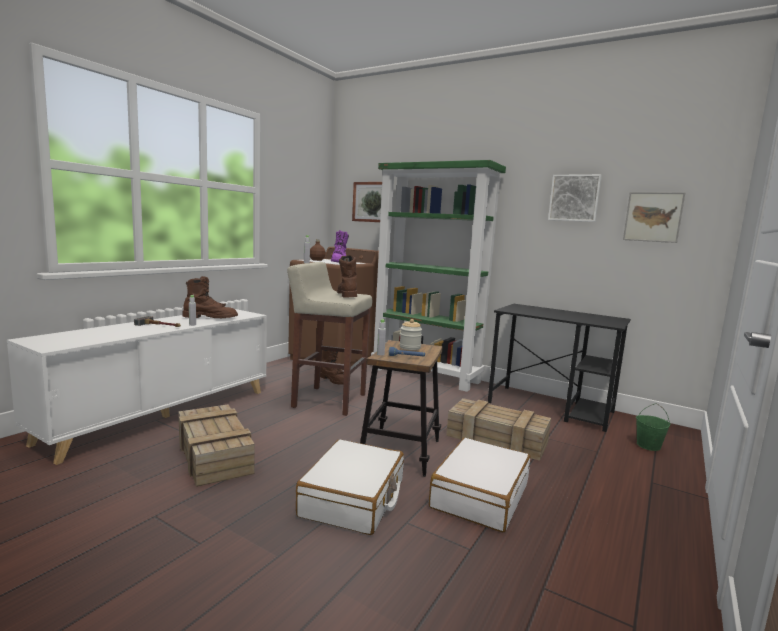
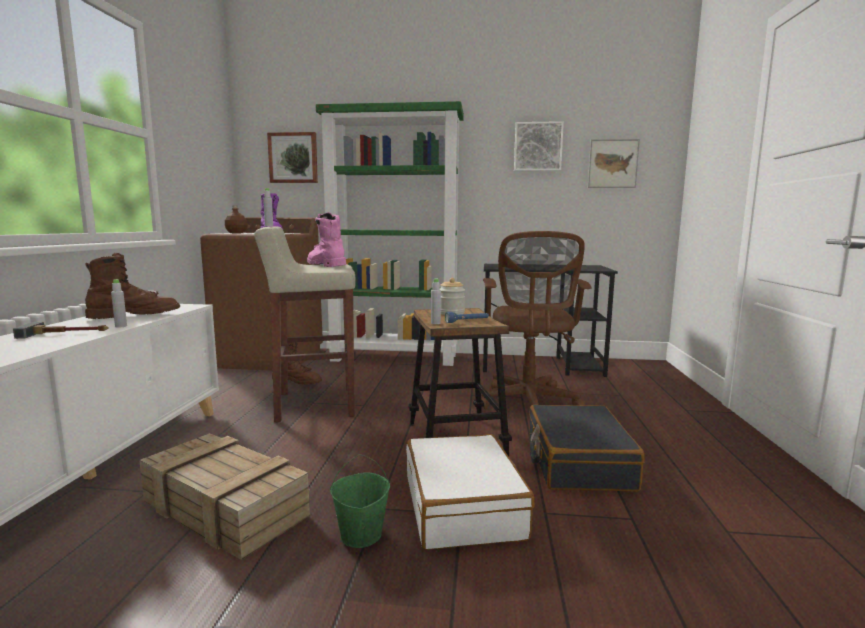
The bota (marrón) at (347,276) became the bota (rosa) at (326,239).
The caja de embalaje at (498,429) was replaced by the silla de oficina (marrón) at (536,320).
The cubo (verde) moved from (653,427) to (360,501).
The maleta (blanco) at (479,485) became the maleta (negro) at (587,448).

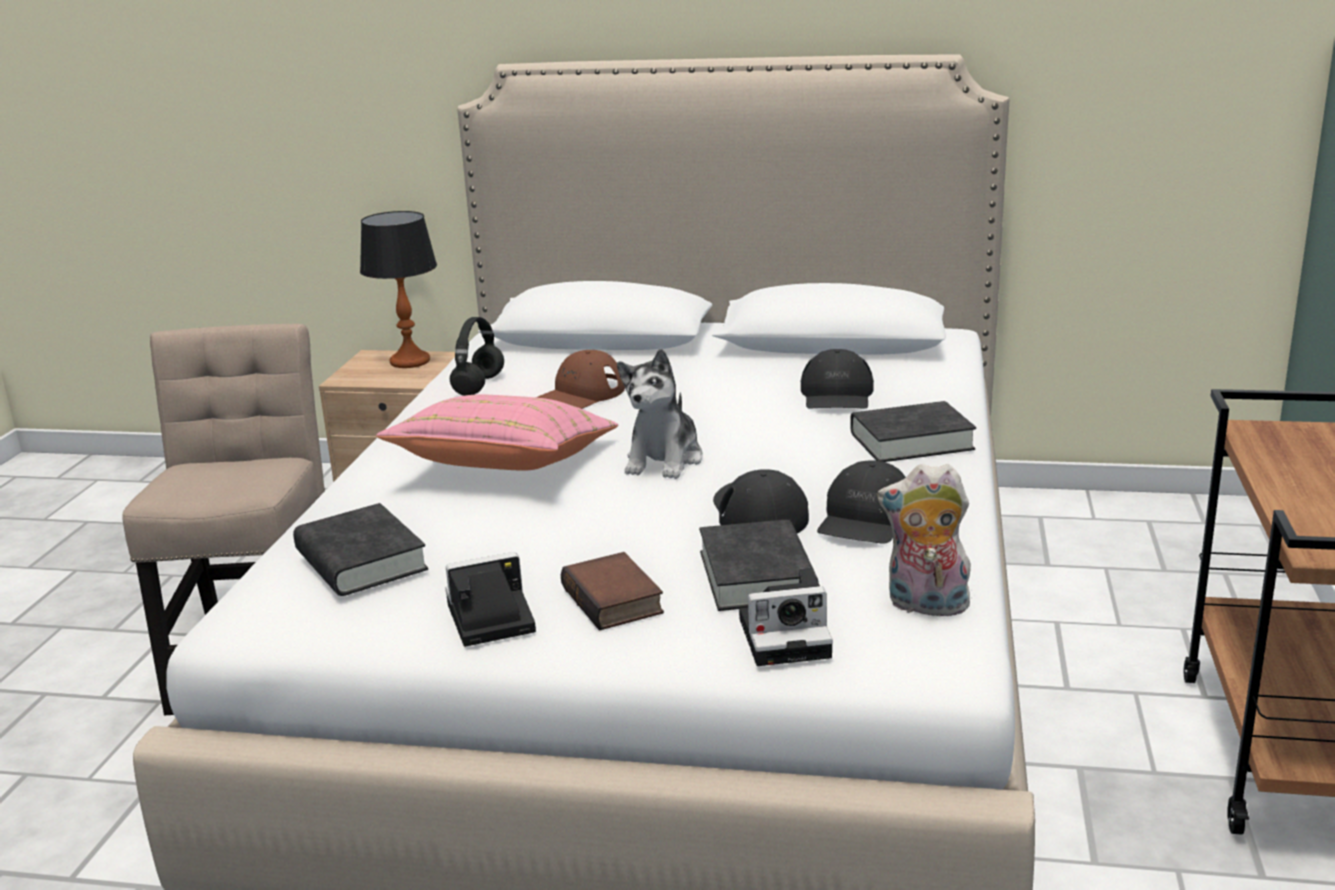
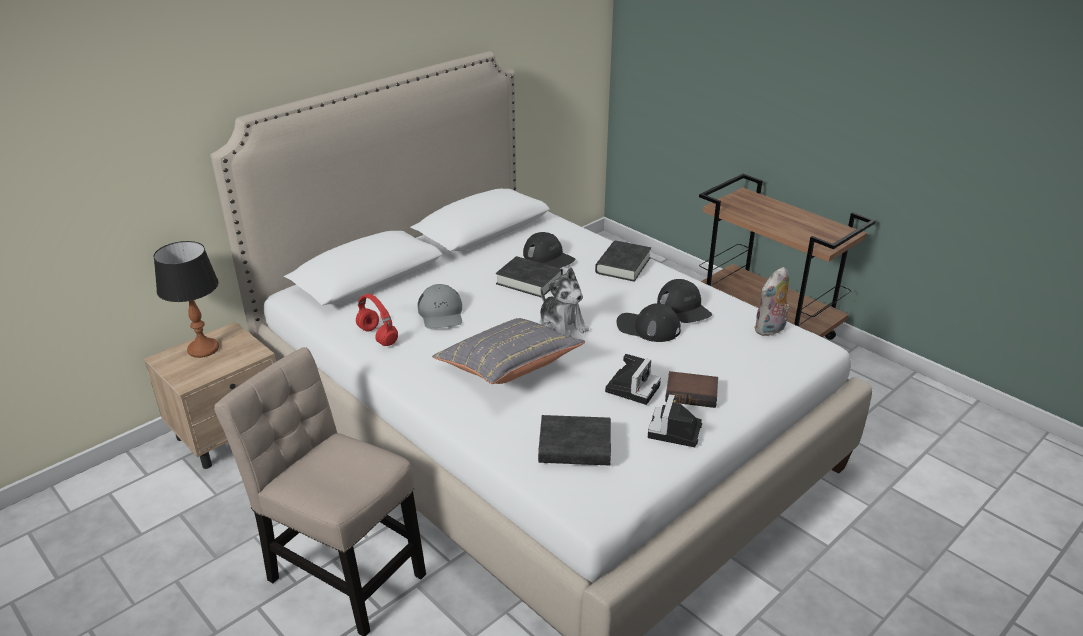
The auriculares (negro) at (477,356) became the auriculares (rojo) at (377,320).
The gorra (marrón) at (580,379) became the gorra (gris) at (440,306).
The cojín (rosa) at (497,432) became the cojín (gris) at (508,351).
The libro (negro) moved from (759,565) to (529,276).
The cámara moved from (786,617) to (633,379).

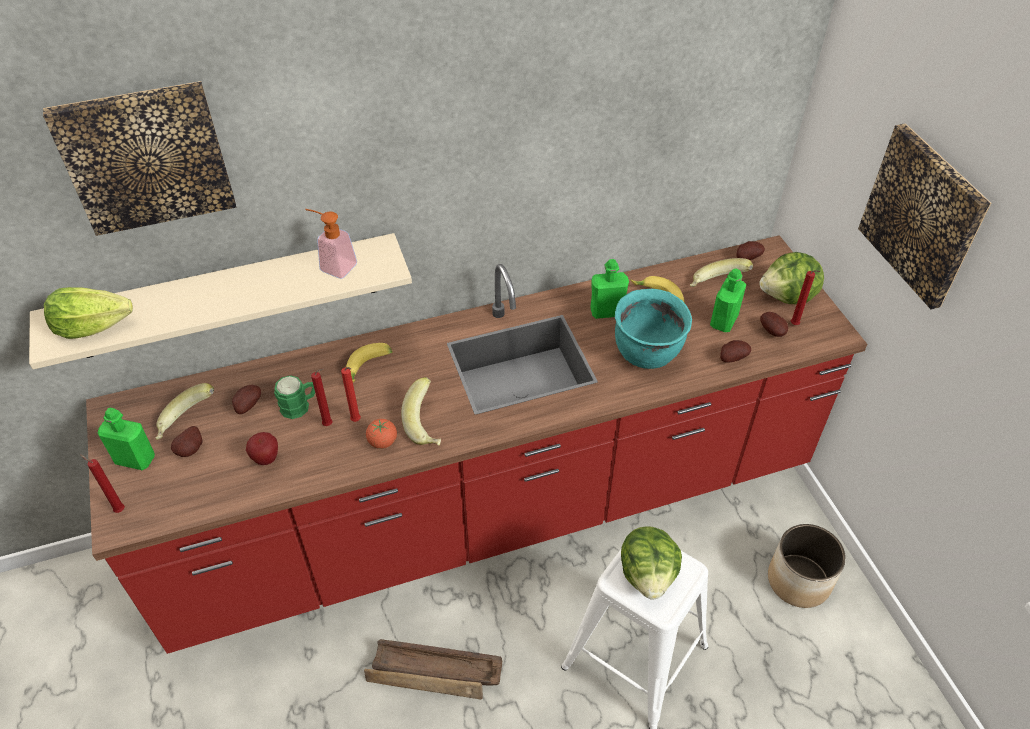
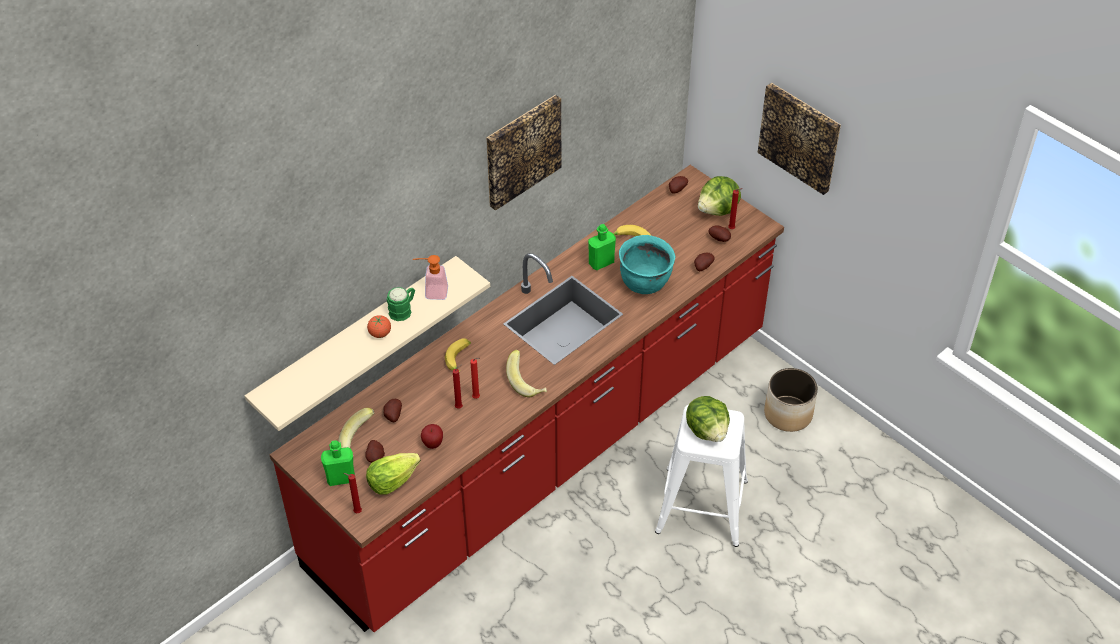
The cuadro moved from (139,158) to (523,153).
The plátano at (721,272) disappeared.
The botella (verde) at (728,300) disappeared.
The lechuga moved from (88,313) to (393,474).
The taza grande (verde) moved from (294,397) to (401,304).
The tomate moved from (381,434) to (379,326).
The caja de embalaje at (433,669) disappeared.

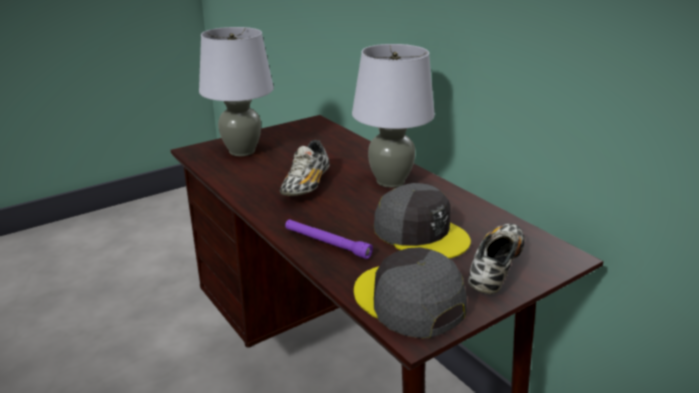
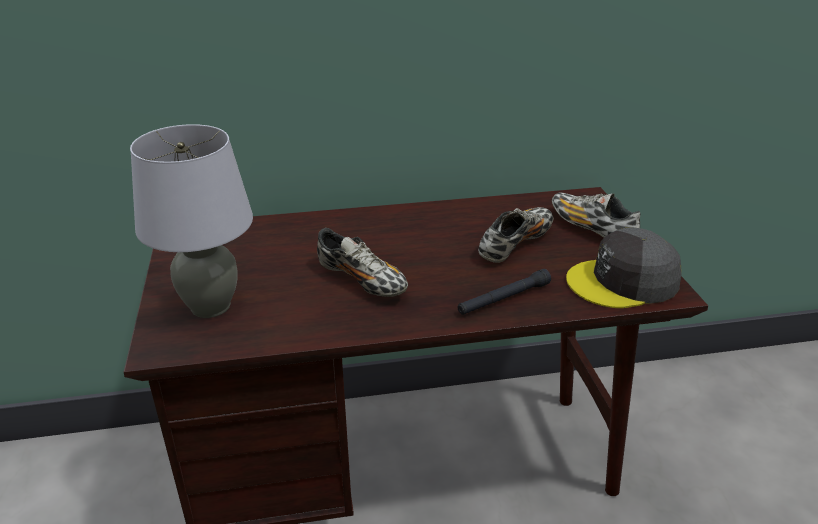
The lámpara de mesa (gris) at (393,116) disappeared.
The gorra (gris) at (422,221) was replaced by the zapato at (516,235).
The linterna (morado) at (329,239) became the linterna (negro) at (504,292).

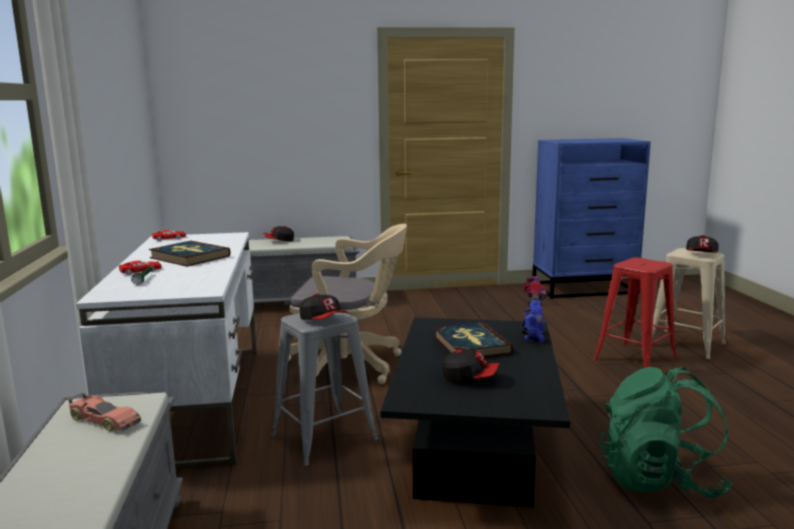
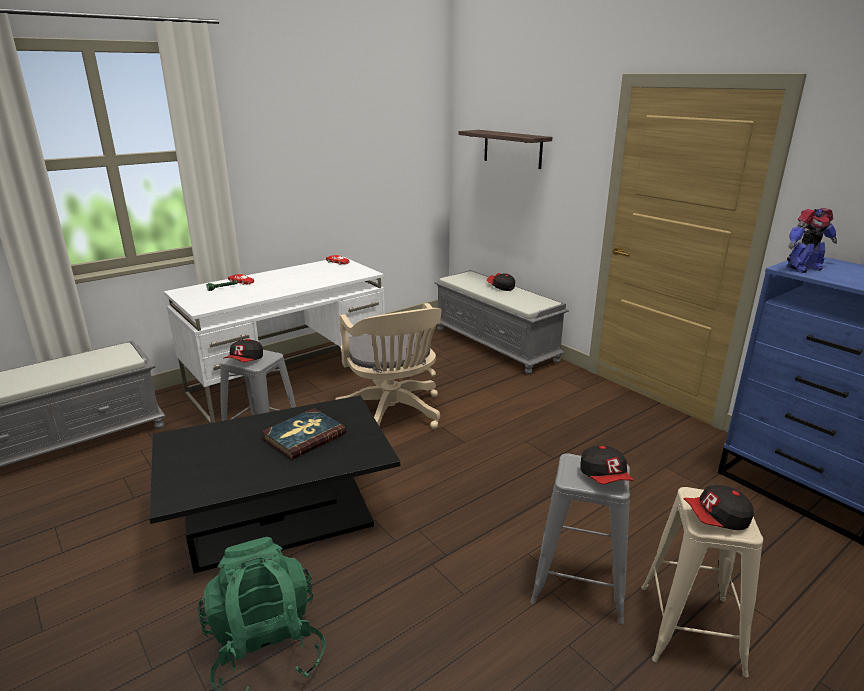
The libro at (190,254) disappeared.
The taburete (rojo) at (635,312) became the taburete (gris) at (580,538).
The robot de juguete moved from (534,309) to (811,240).
The gorra moved from (471,365) to (607,465).
The coche de juguete at (104,412) disappeared.
The estante at (505,149) appeared.

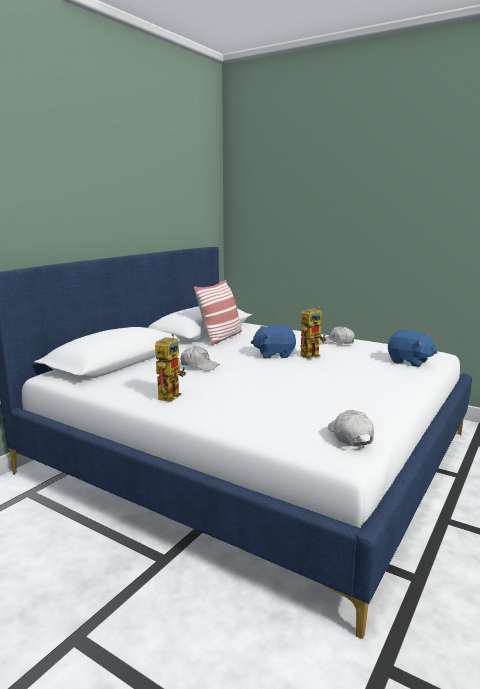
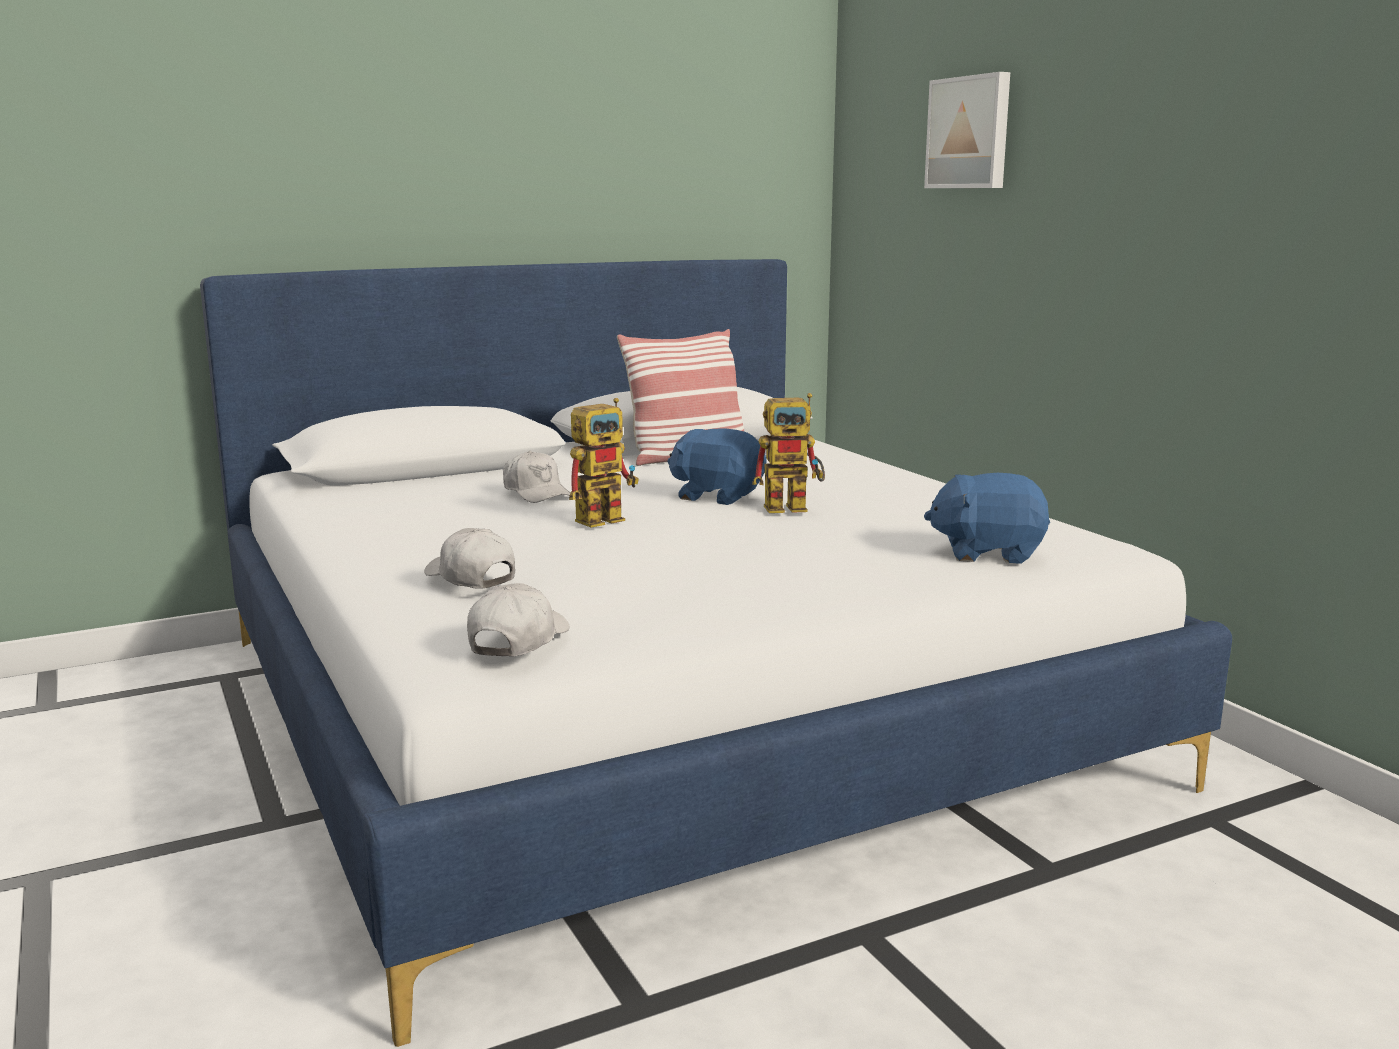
The gorra (blanco) moved from (337,335) to (469,558).
The peluche (azul) at (412,348) turned 120 degrees clockwise.
The robot de juguete moved from (170,368) to (604,463).
The cuadro at (967,130) appeared.

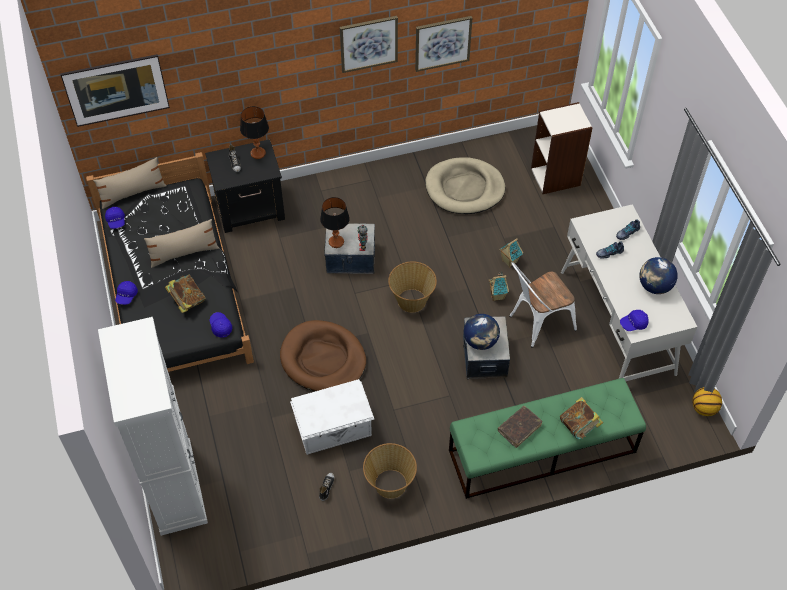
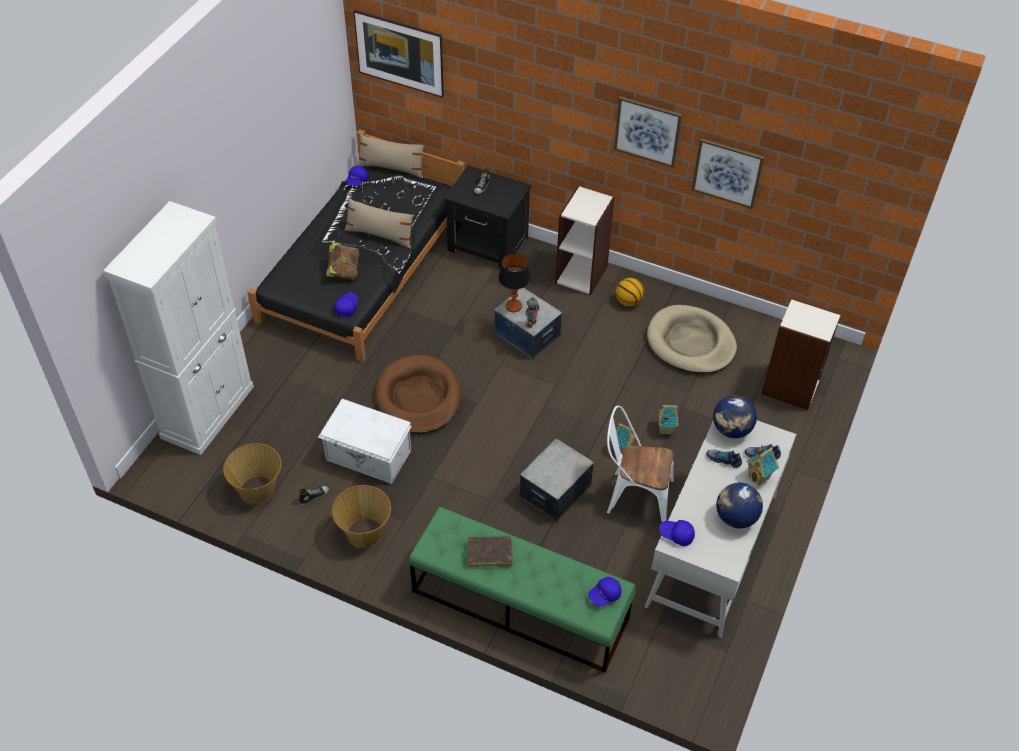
The lámpara de mesa at (254,132) disappeared.
The cesta moved from (412,287) to (252,473).
The gorra (azul) moved from (126,293) to (605,592).
The globo terráqueo moved from (482,332) to (735,416).
The balón de baloncesto moved from (707,401) to (630,292).
The libro at (581,418) disappeared.
The estantería at (585,240) appeared.
The casita at (763,465) appeared.

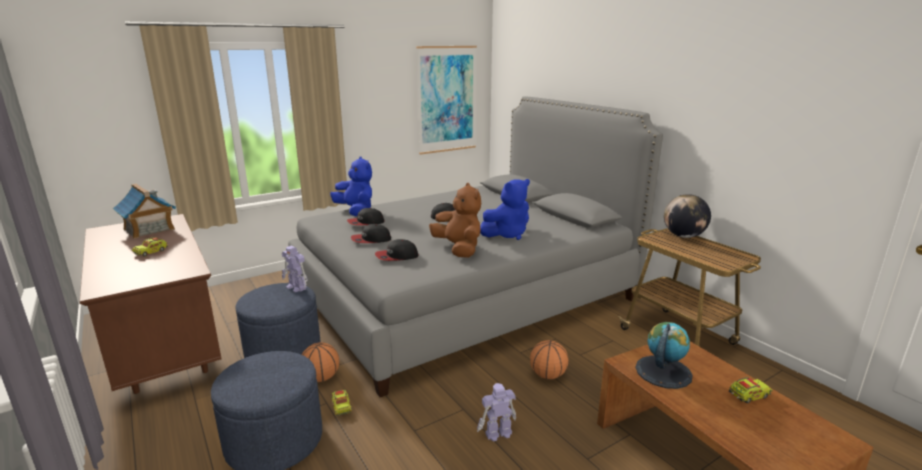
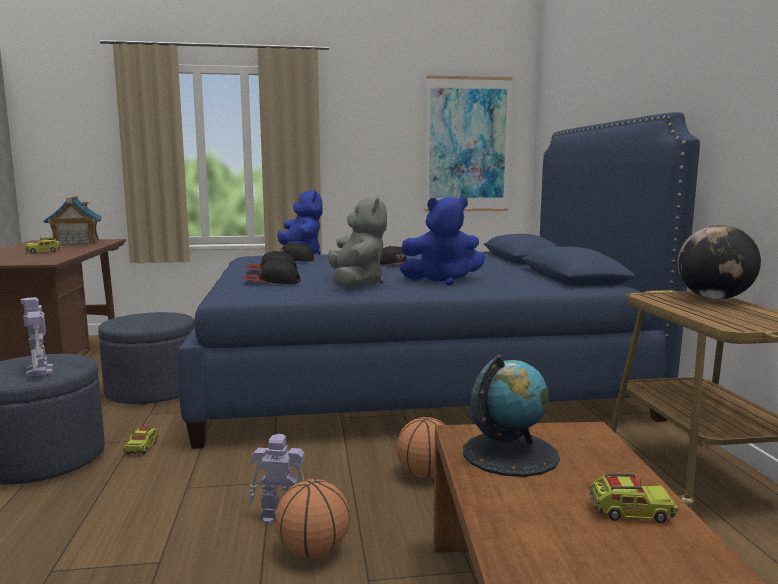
The cama (gris) at (475,246) became the cama (azul) at (438,280).
The peluche (marrón) at (455,220) became the peluche (gris) at (357,242).
The robot de juguete moved from (295,269) to (37,336).
The balón de baloncesto moved from (320,362) to (312,518).

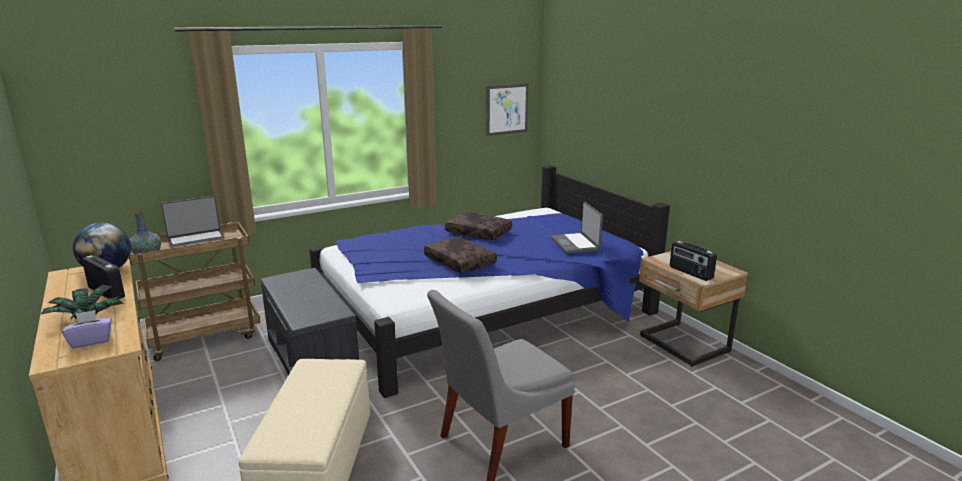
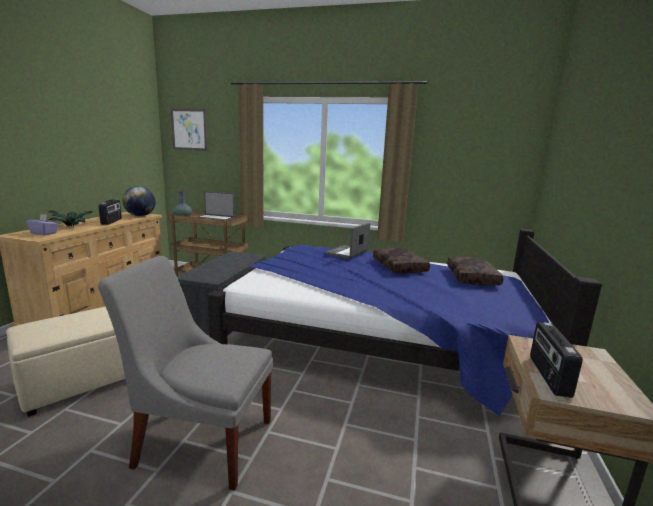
The cuadro moved from (507,109) to (189,129).
The portátil moved from (576,227) to (347,241).
The cojín (marrón) moved from (460,255) to (475,271).

